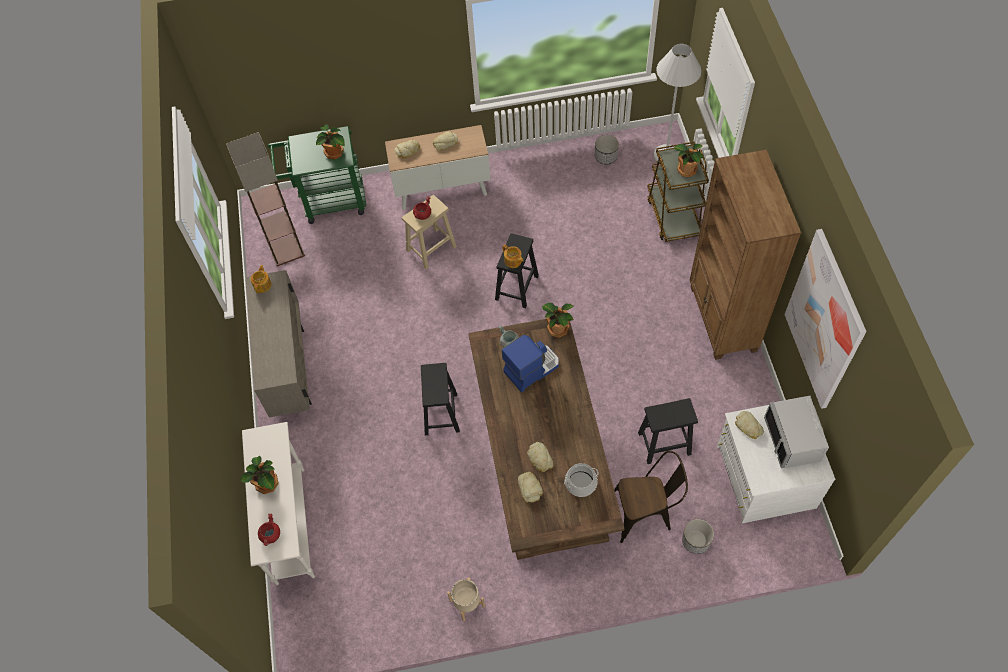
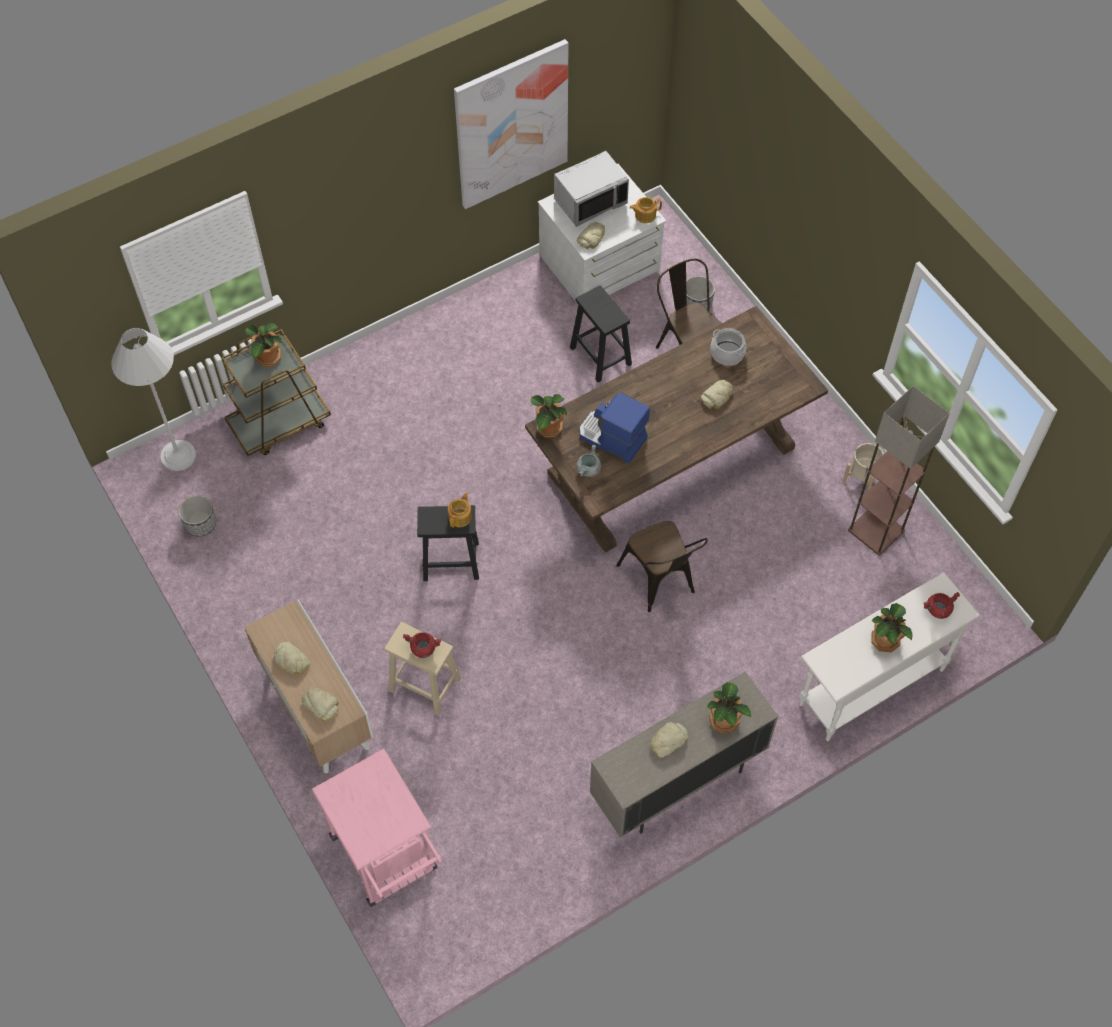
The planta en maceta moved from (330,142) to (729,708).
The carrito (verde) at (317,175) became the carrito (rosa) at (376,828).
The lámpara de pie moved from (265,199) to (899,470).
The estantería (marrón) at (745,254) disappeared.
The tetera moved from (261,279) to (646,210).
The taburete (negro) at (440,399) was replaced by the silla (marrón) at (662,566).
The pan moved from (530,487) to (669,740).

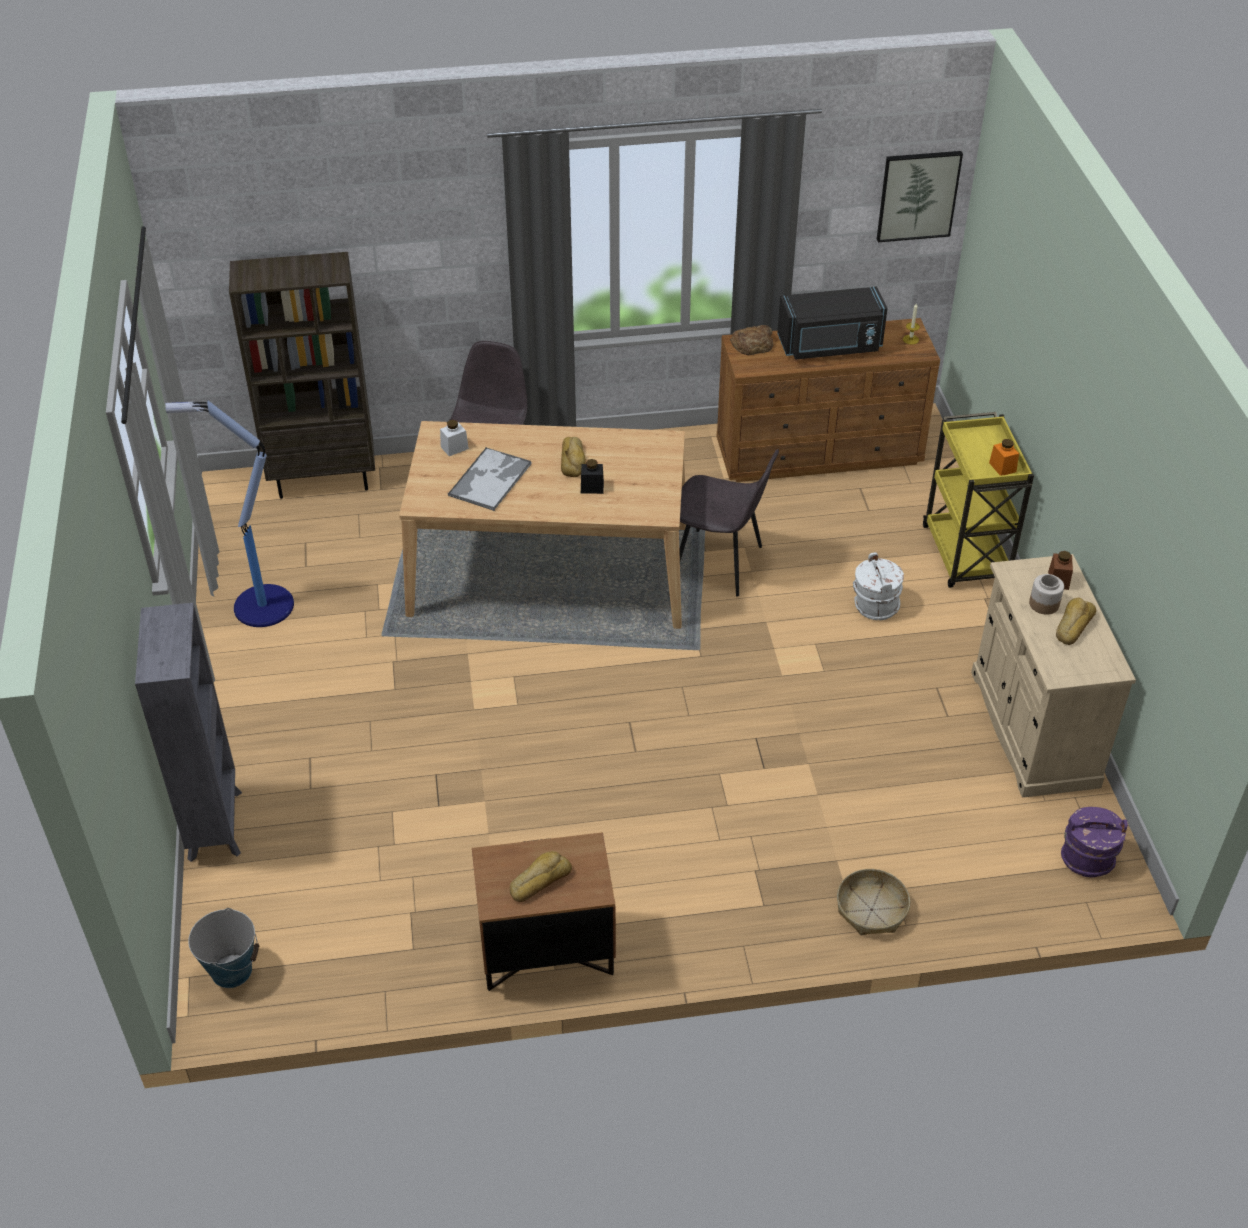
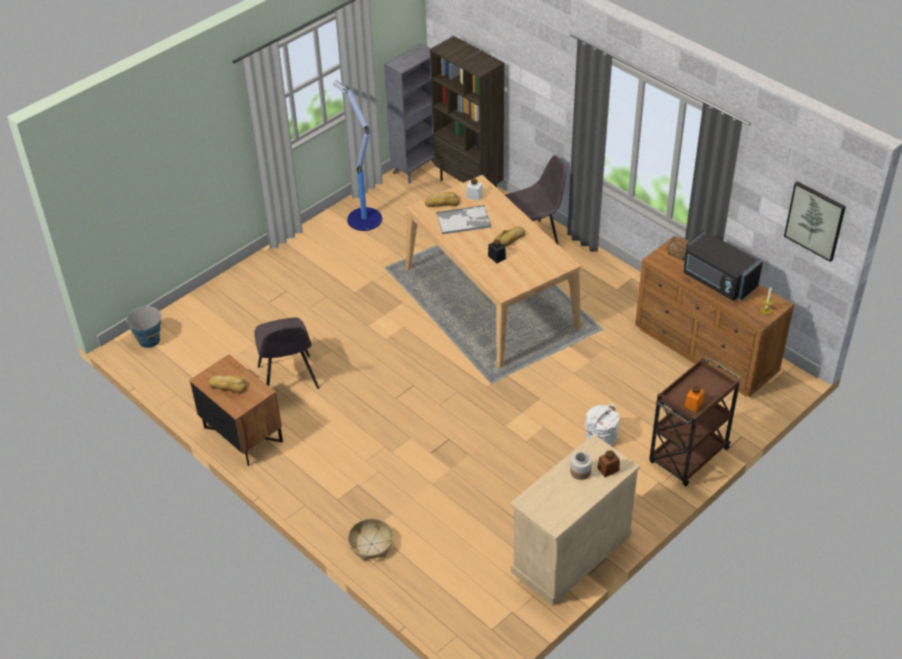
The carrito (amarillo) at (978,500) became the carrito (marrón) at (695,422).
The silla (gris) moved from (729,522) to (286,353).
The pan moved from (1076,621) to (442,199).
The estantería (gris) moved from (188,732) to (409,113).
The cubo (morado) at (1094,842) disappeared.

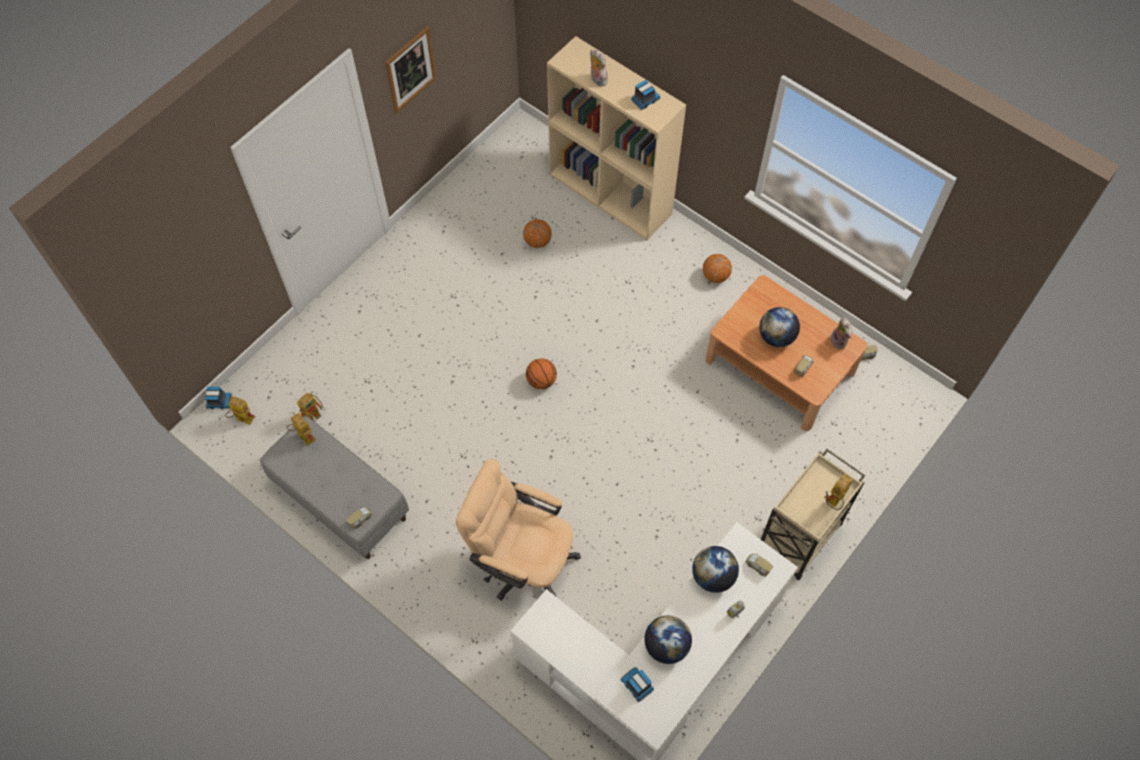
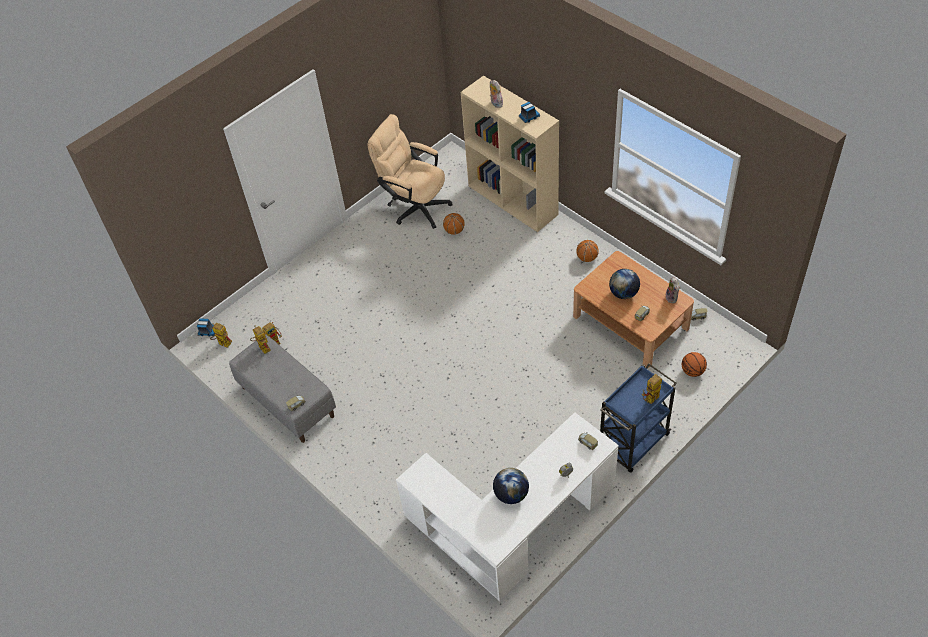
The cuadro at (410,70) disappeared.
The balón de baloncesto moved from (541,374) to (694,364).
The carrito (beis) at (813,514) became the carrito (azul) at (638,418).
The silla de oficina (beis) moved from (518,529) to (410,171).
The globo terráqueo at (715,569) disappeared.
The camión de juguete at (637,684) disappeared.

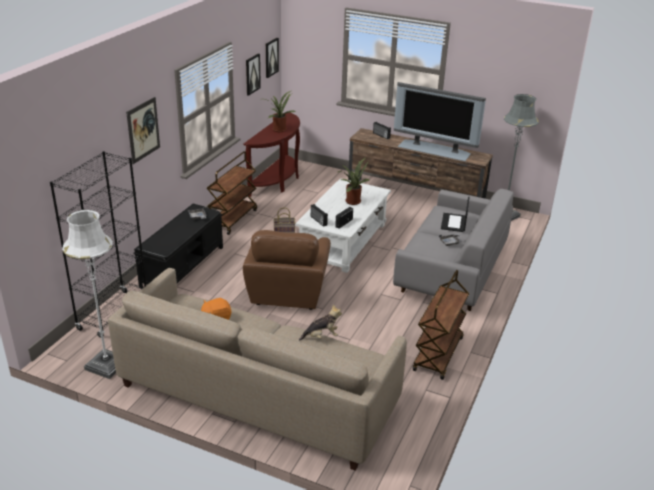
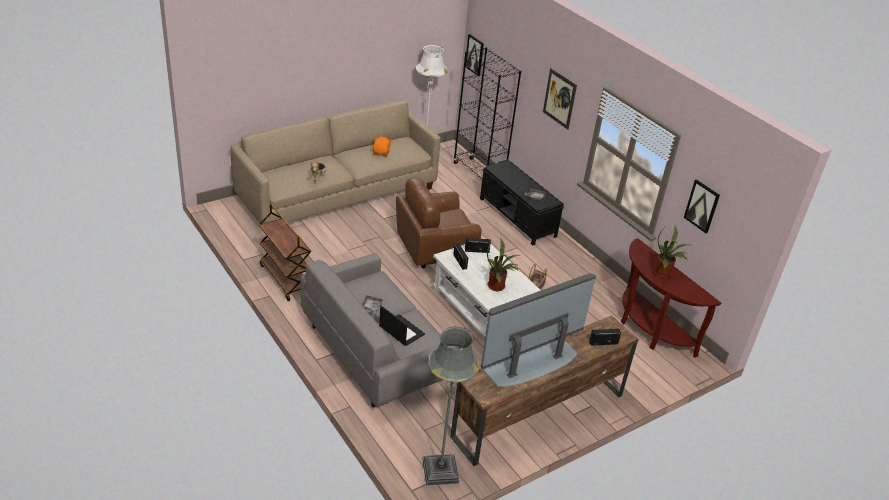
The cuadro moved from (272,58) to (474,55).
The carrito (marrón) at (232,193) disappeared.
The sillón (marrón) at (287,270) turned 60 degrees counterclockwise.

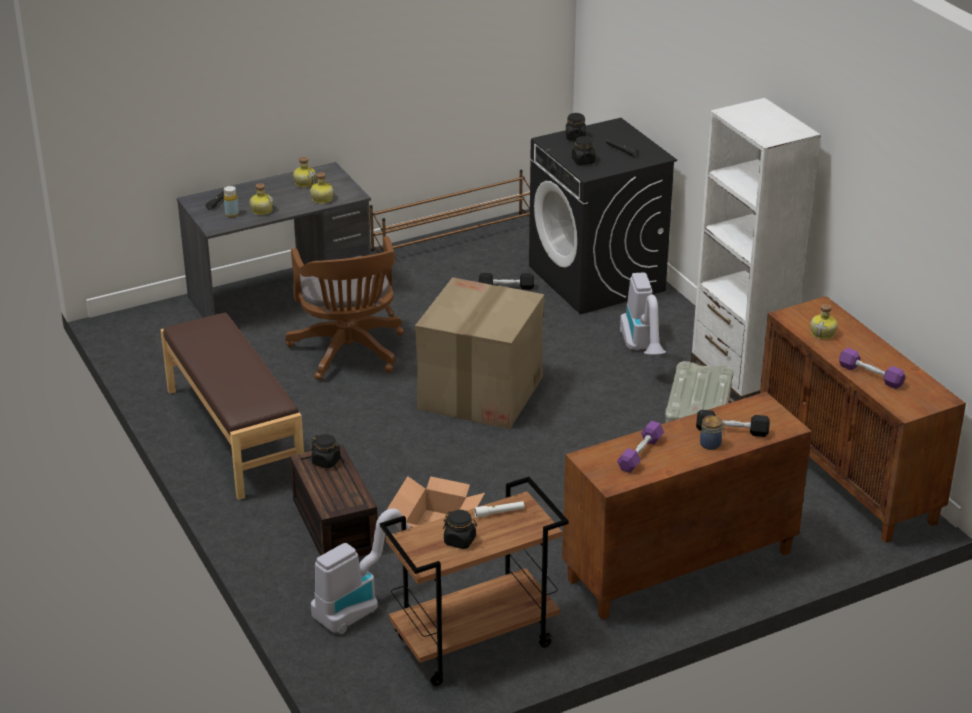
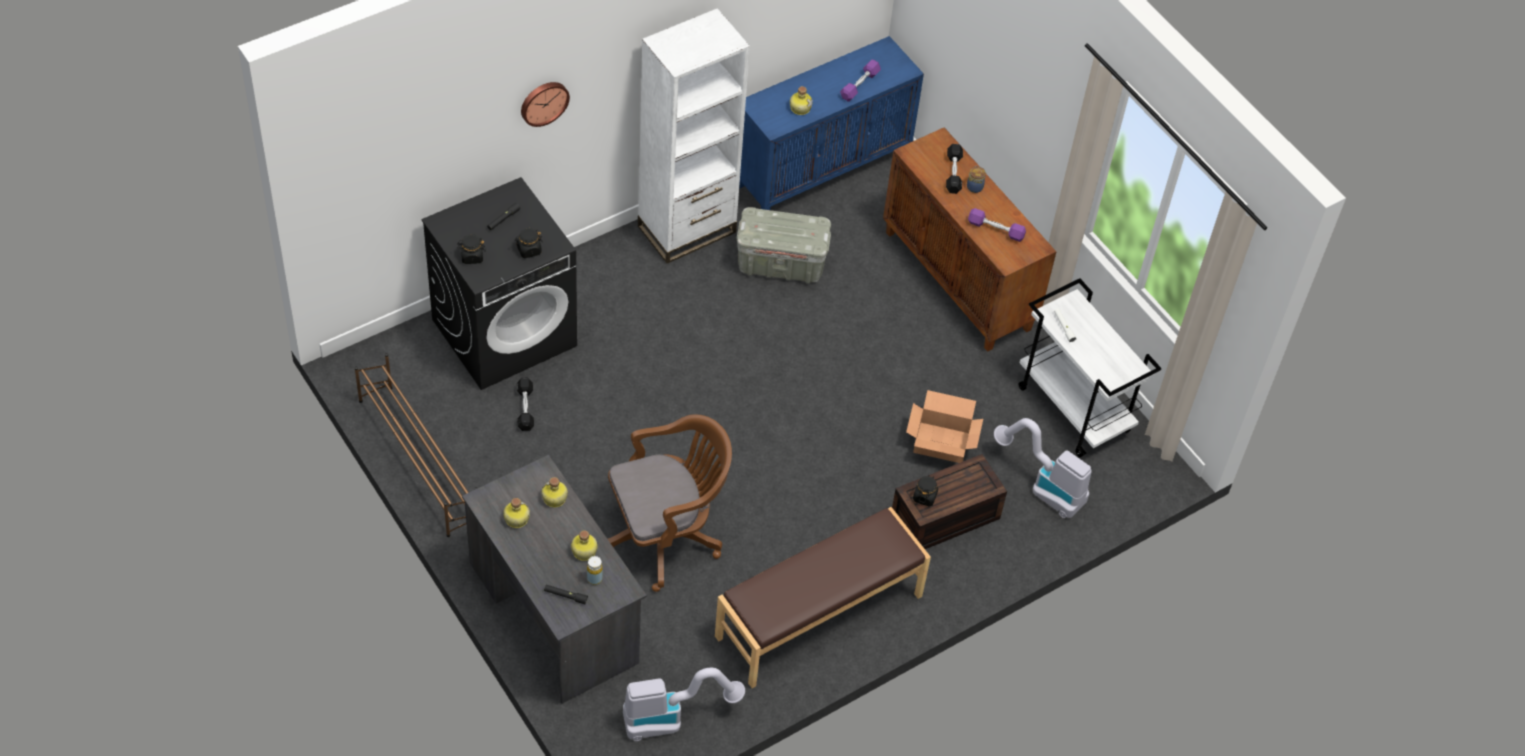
The aspiradora moved from (643,313) to (684,704).
The caja de cartón at (479,353) disappeared.
The armario (marrón) at (863,419) became the armario (azul) at (831,123).
The carrito (marrón) at (474,581) became the carrito (blanco) at (1090,367).
The tarro (negro) at (460,529) disappeared.
The reloj de pared at (545,104) appeared.

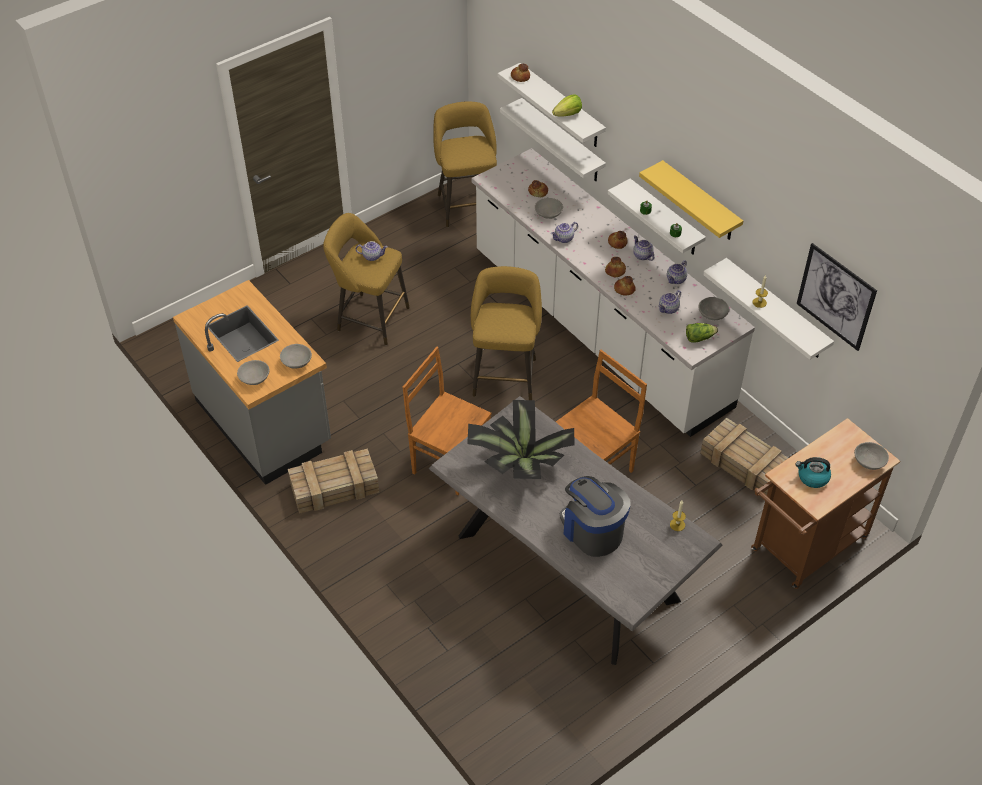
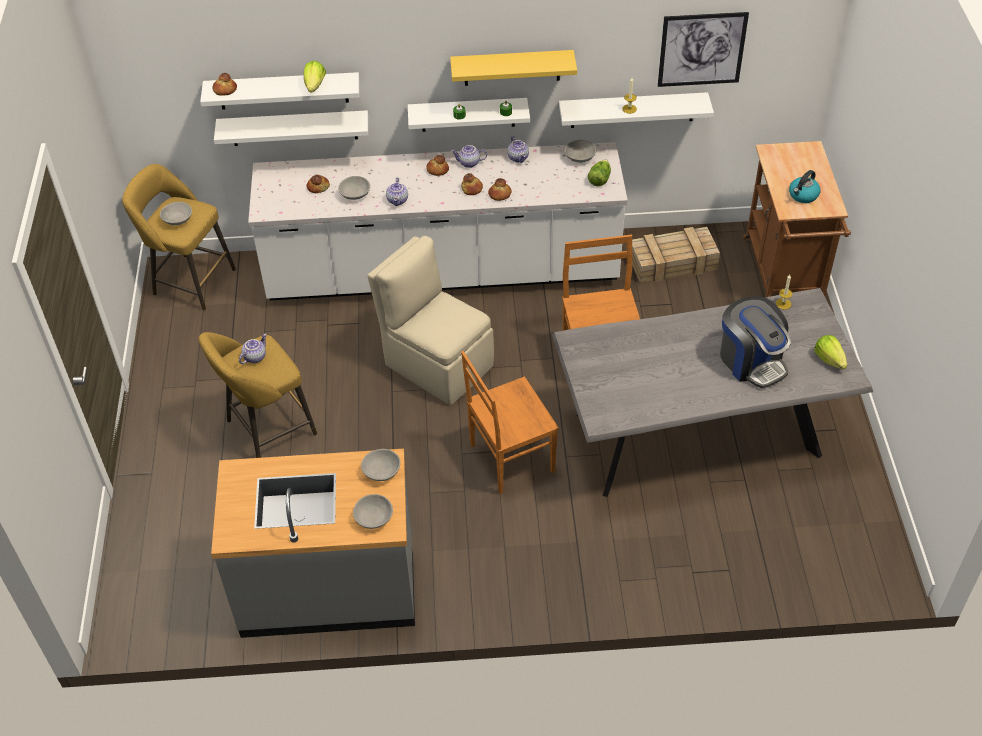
The taburete (amarillo) at (506,333) was replaced by the silla (beis) at (430,320).
The tetera at (669,302) disappeared.
The planta en maceta at (521,439) disappeared.
The cuenco (gris) moved from (871,456) to (176,213).
The caja de embalaje at (333,481) disappeared.
The cafetera at (595,516) turned 120 degrees counterclockwise.
The lechuga at (830,352) appeared.

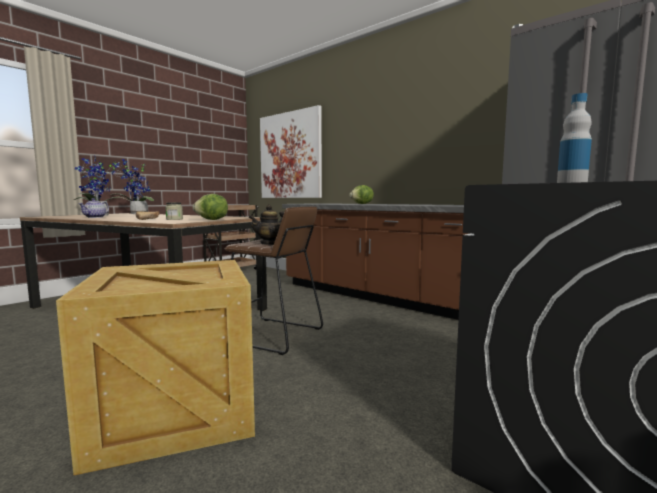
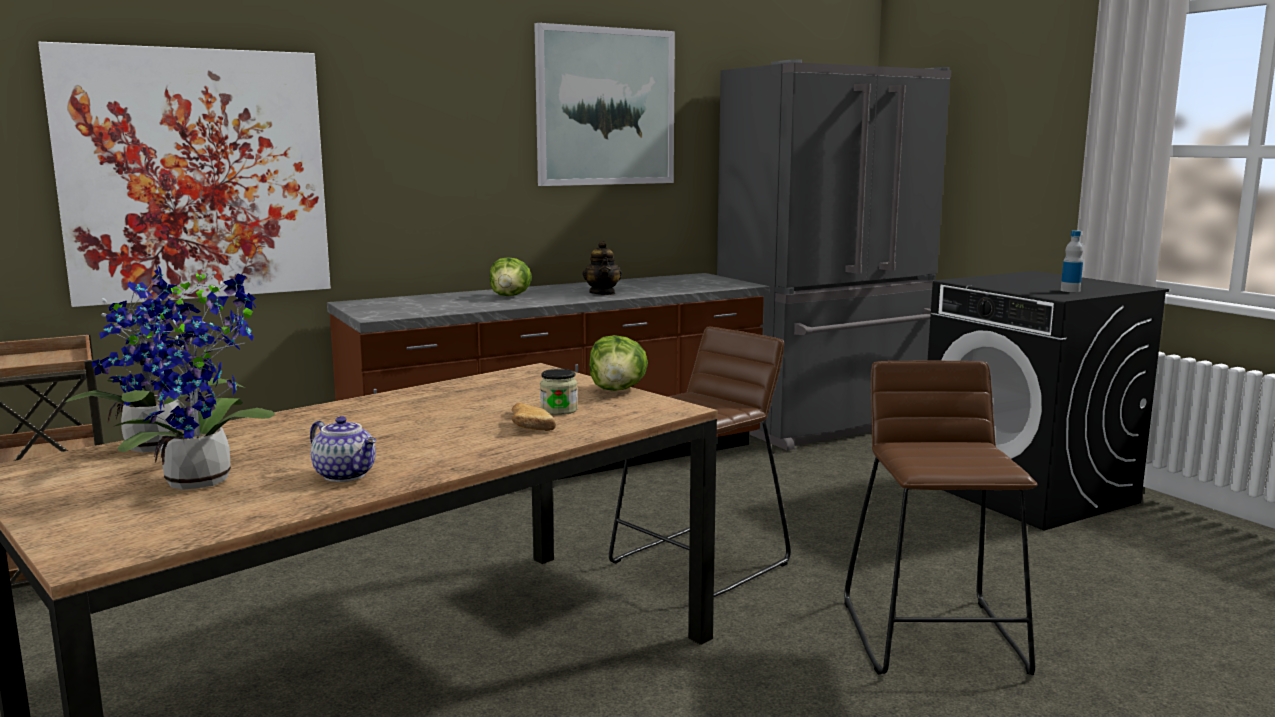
The tetera moved from (266,224) to (602,268).
The caja de embalaje at (155,368) was replaced by the taburete (marrón) at (940,517).
The cuadro at (604,104) appeared.

